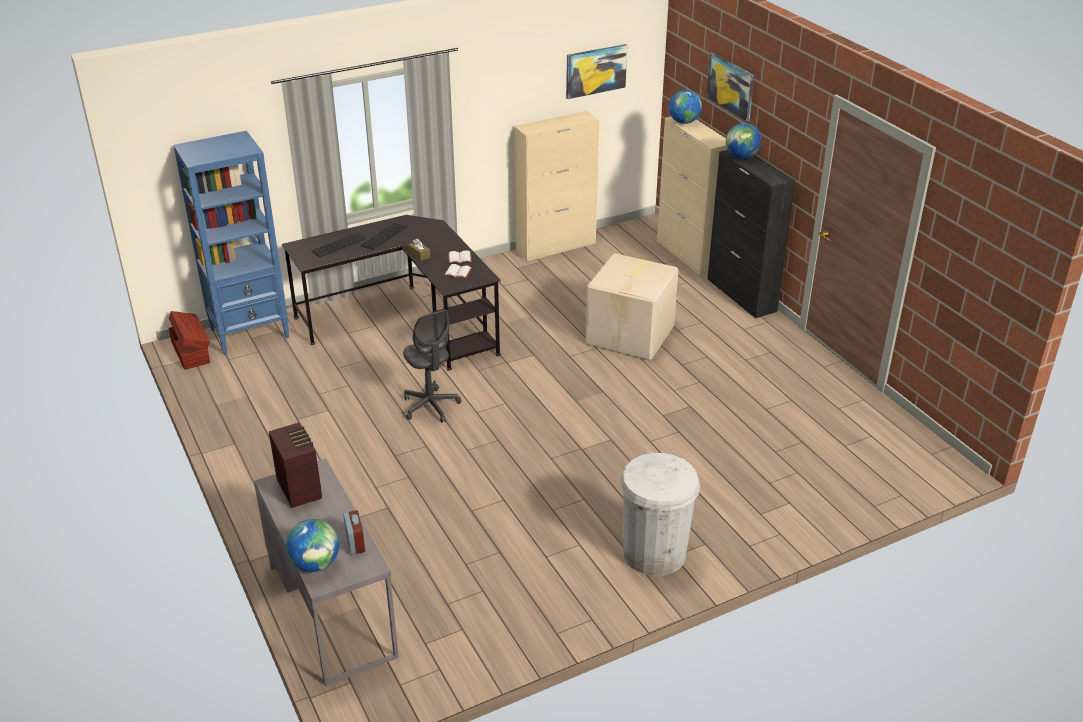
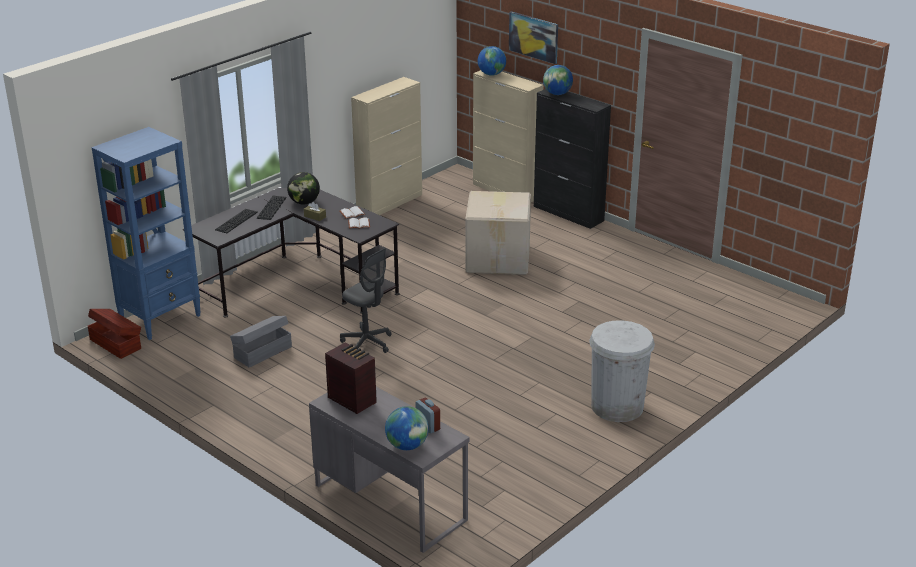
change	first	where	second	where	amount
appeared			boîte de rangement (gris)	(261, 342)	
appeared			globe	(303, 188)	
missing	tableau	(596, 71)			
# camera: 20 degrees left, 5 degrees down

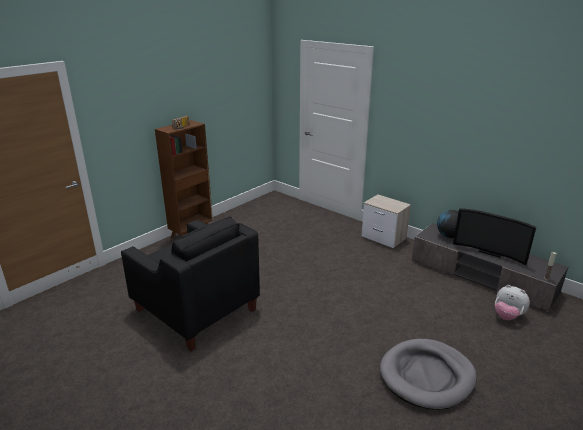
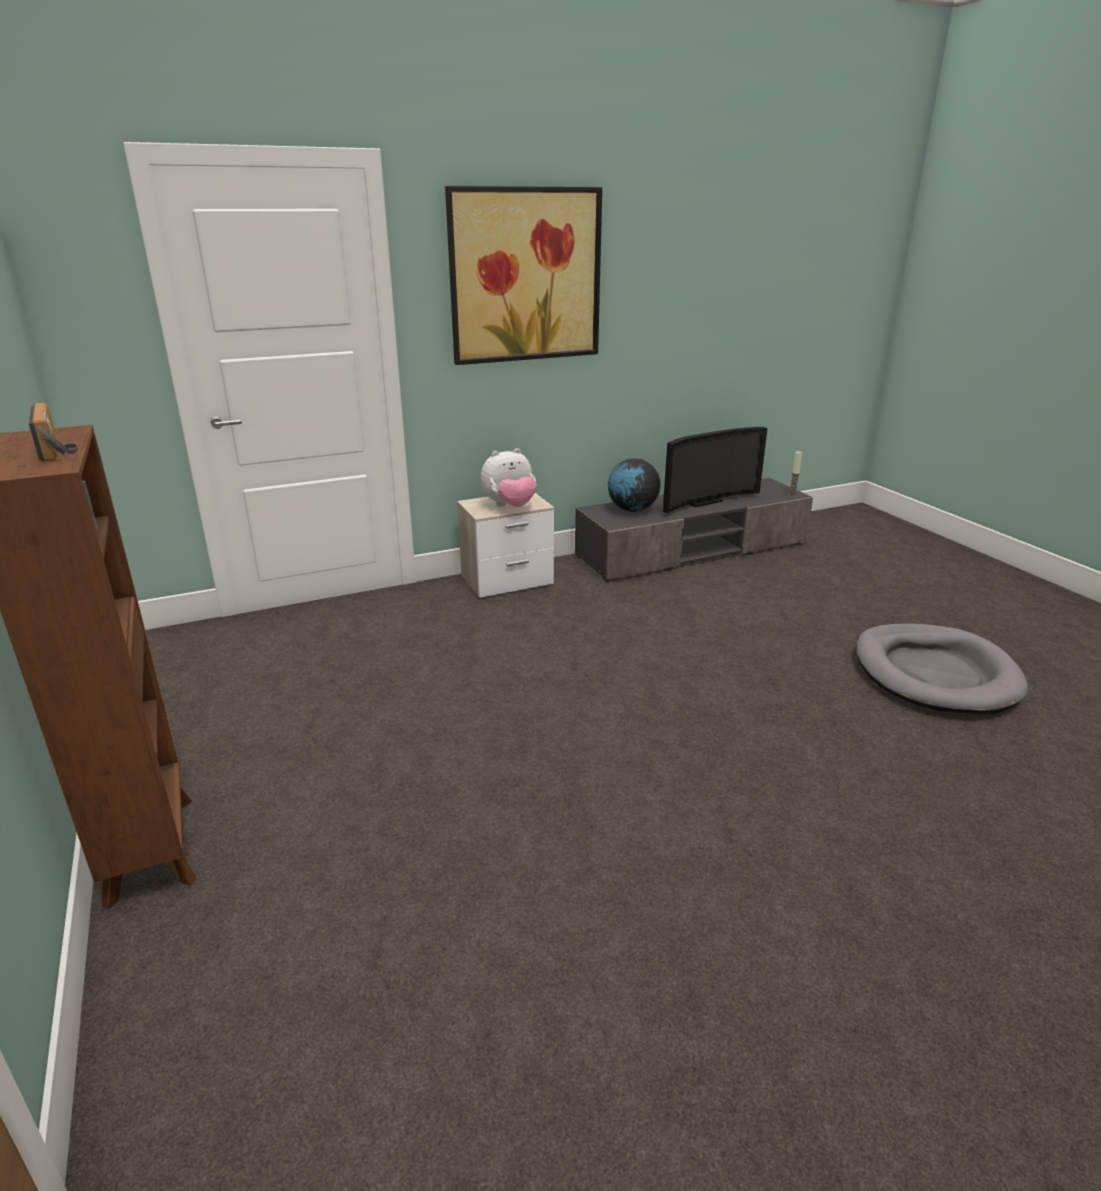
change	first	where	second	where	amount
appeared			tableau	(523, 275)	
relocated	peluche	(512, 302)		(509, 477)	
missing	fauteuil (noir)	(190, 284)			
# camera: 65 degrees left, 0 degrees up

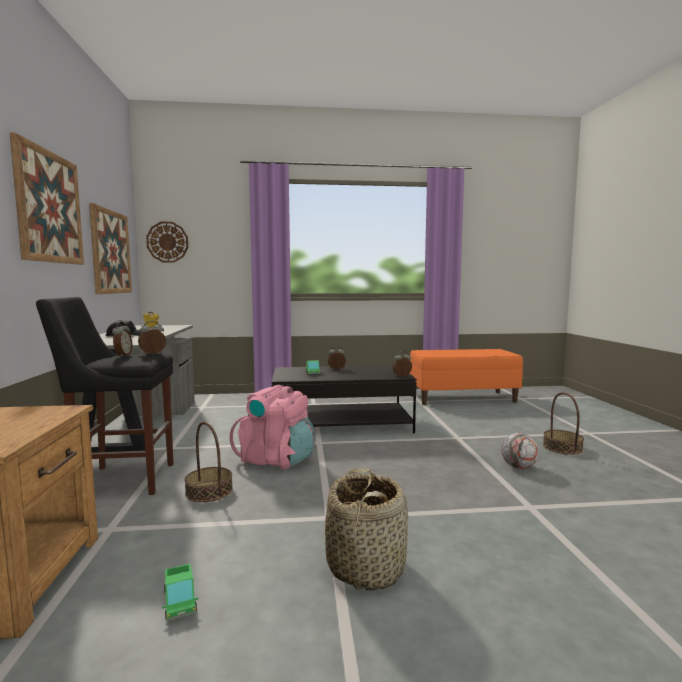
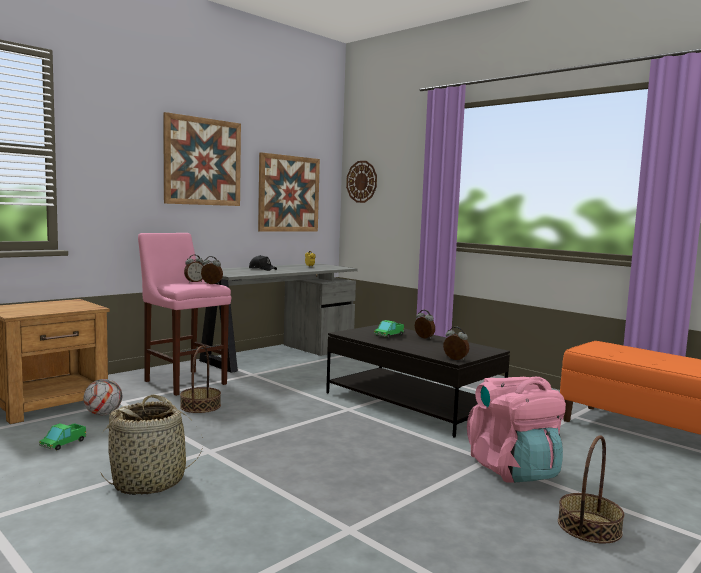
change	first	where	second	where	amount
relocated	ballon de foot	(520, 451)		(102, 397)	
colour	tabouret (noir)	(104, 396)	tabouret (rose)	(184, 314)	
relocated	sac à dos (rose)	(272, 427)		(516, 430)	
# camera: 50 degrees right, 0 degrees up

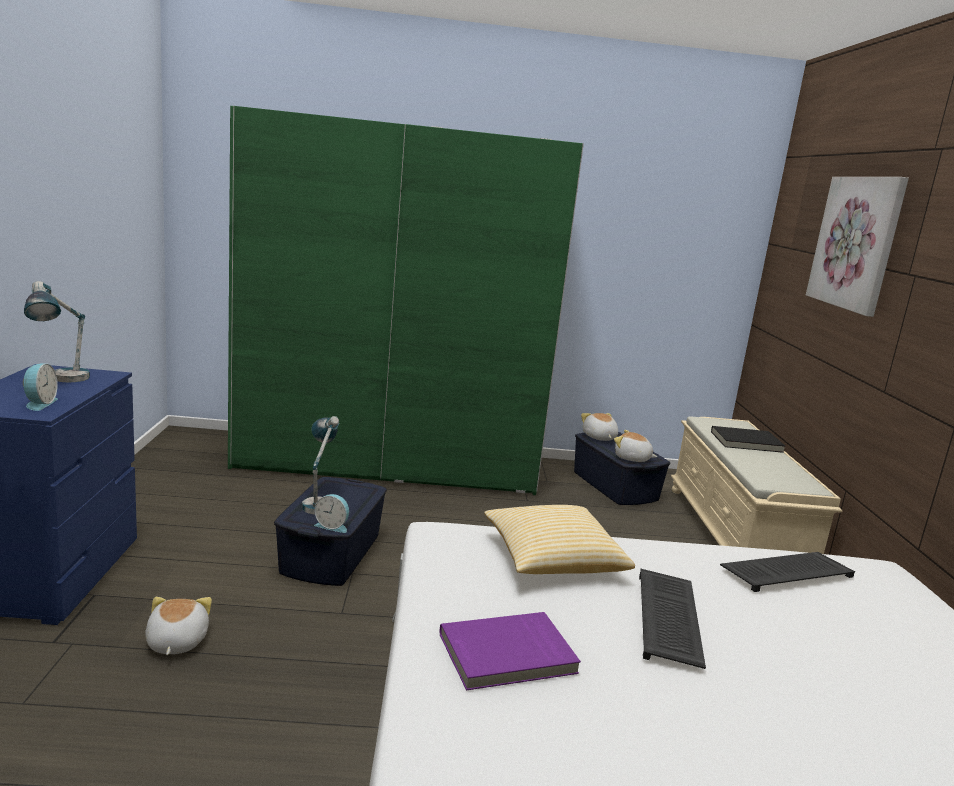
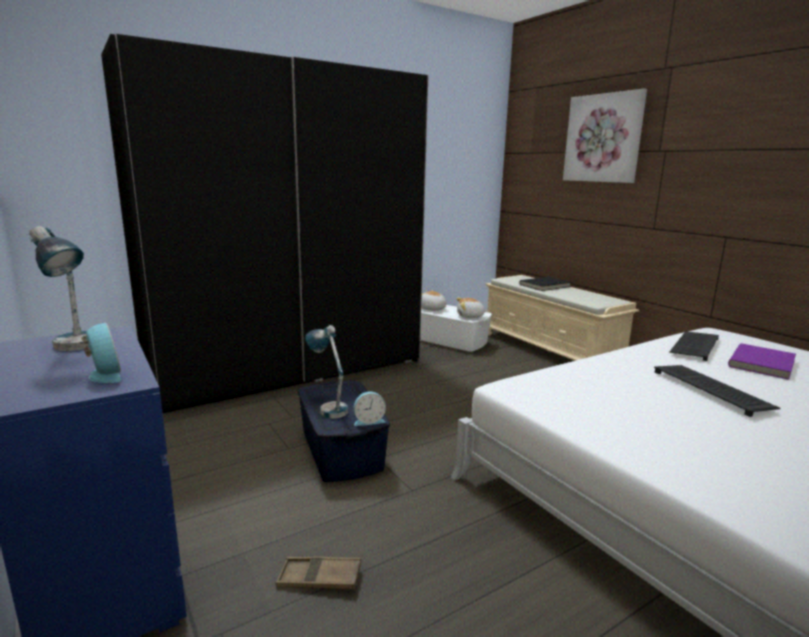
change	first	where	second	where	amount
colour	armoire (vert)	(406, 300)	armoire (noir)	(264, 223)	
exchanged	peluche	(178, 626)	plateau (marron)	(318, 573)	
colour	boîte de rangement (bleu)	(622, 468)	boîte de rangement (blanc)	(456, 328)	
relocated	livre (violet)	(510, 651)		(762, 361)	
missing	coussin	(559, 539)			
# camera: 30 degrees left, 0 degrees up

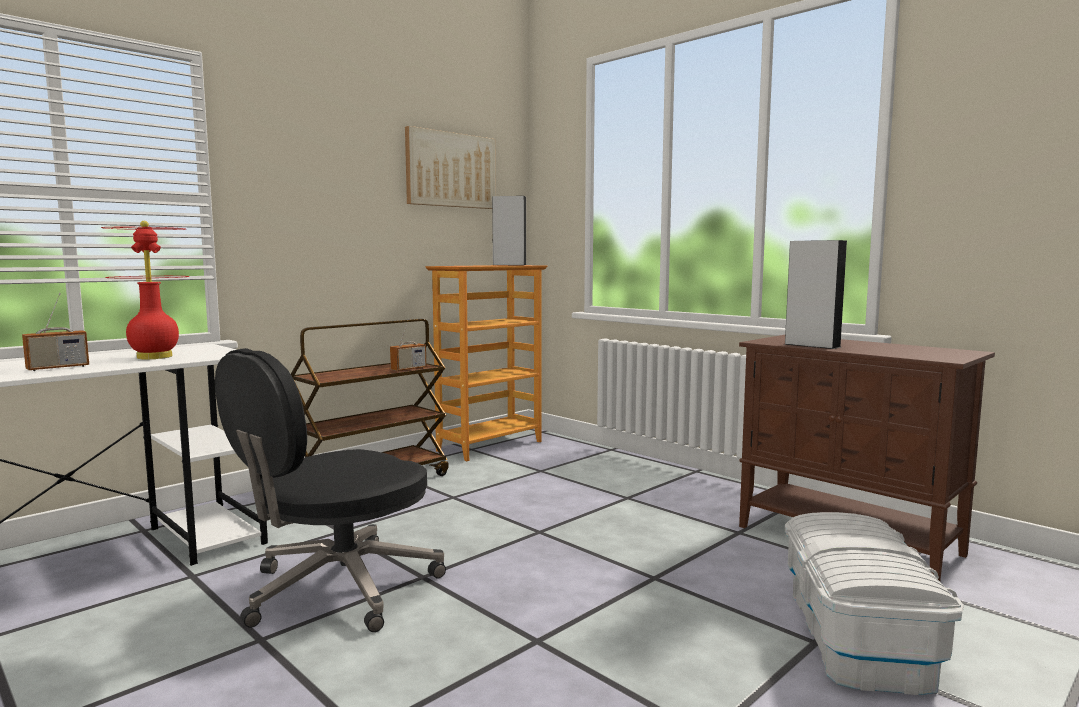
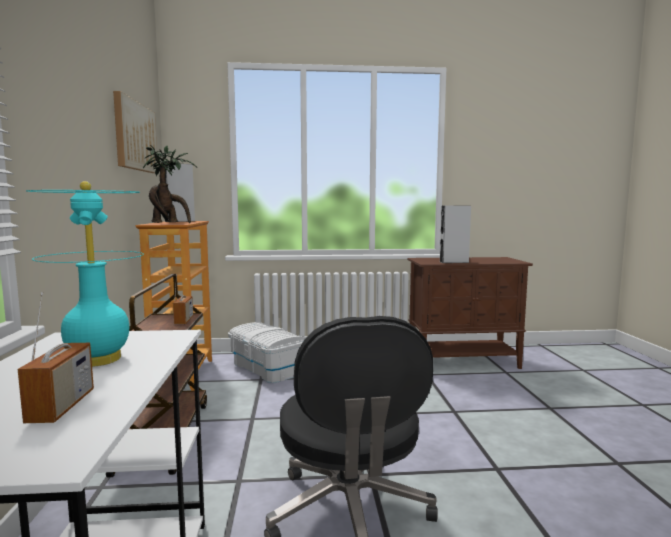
change	first	where	second	where	amount
colour	lampe de table (rouge)	(145, 290)	lampe de table (turquoise)	(85, 274)	
appeared			plante en pot	(170, 184)	
relocated	boîte de rangement (blanc)	(874, 603)		(266, 352)	
# camera: 50 degrees left, 0 degrees up

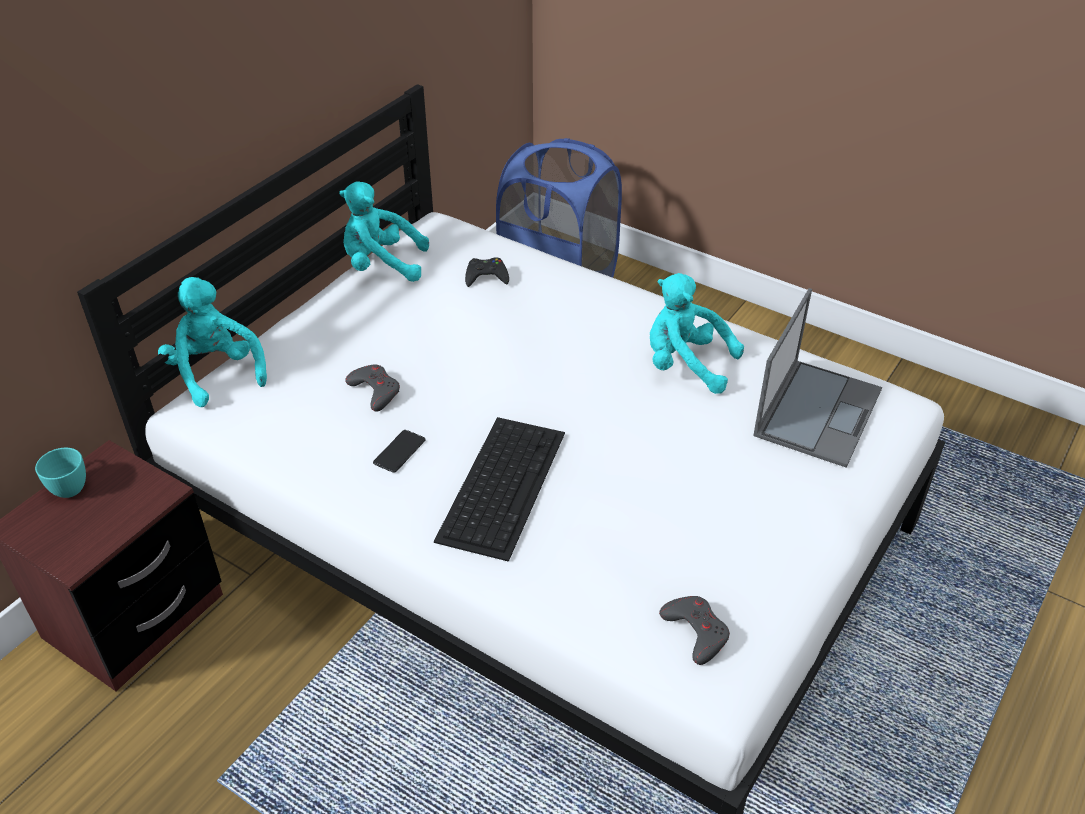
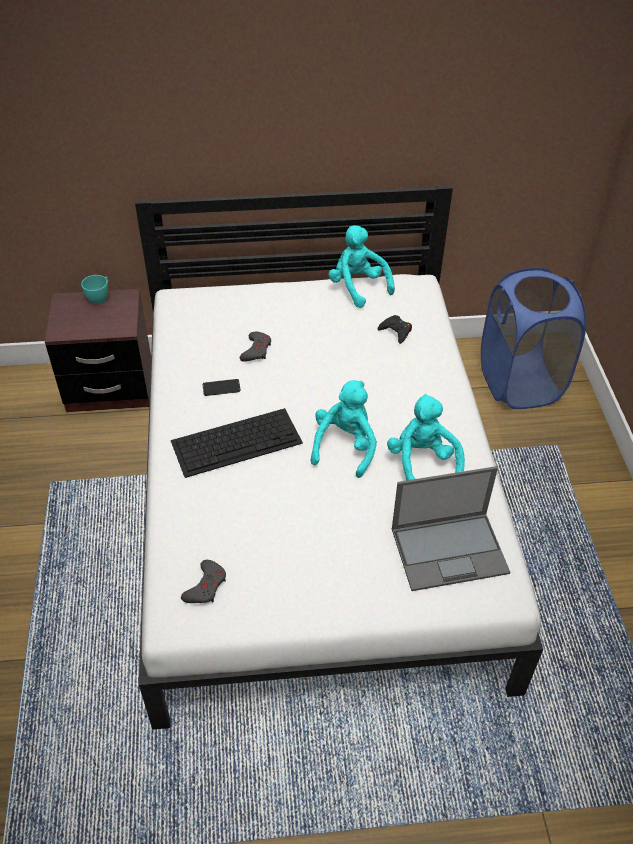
change	first	where	second	where	amount
relocated	peluche (turquoise)	(212, 342)		(343, 429)	
# camera: 50 degrees right, 5 degrees up

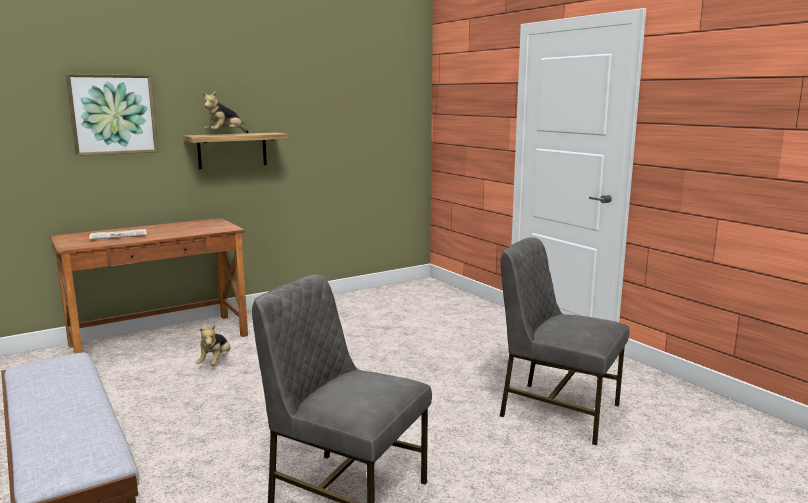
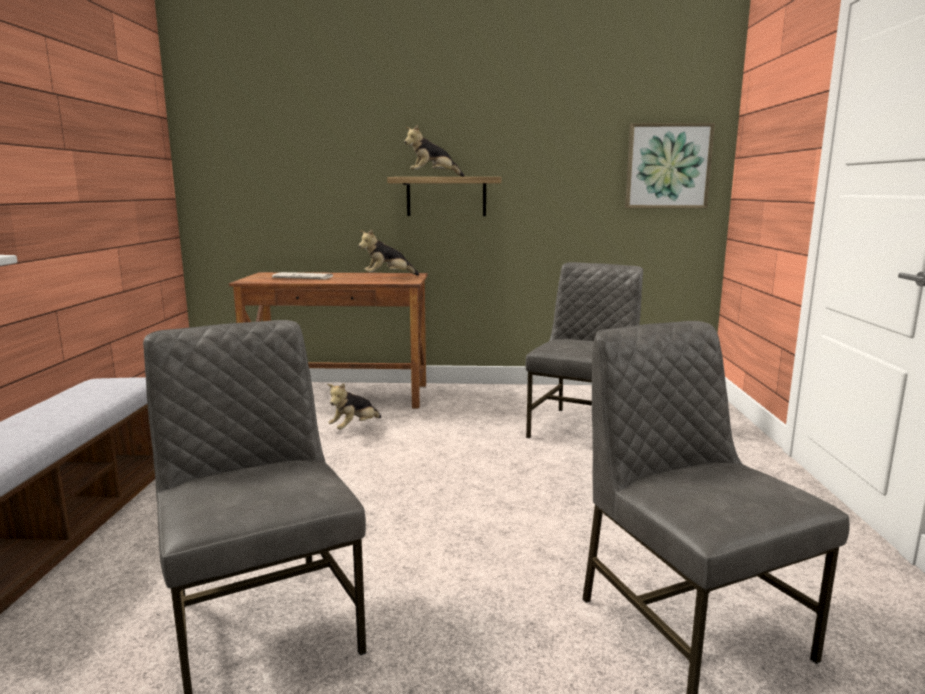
change	first	where	second	where	amount
appeared			peluche	(389, 252)	
appeared			chaise (gris)	(584, 350)	
relocated	tableau	(112, 115)		(670, 165)	
# camera: 35 degrees right, 0 degrees up

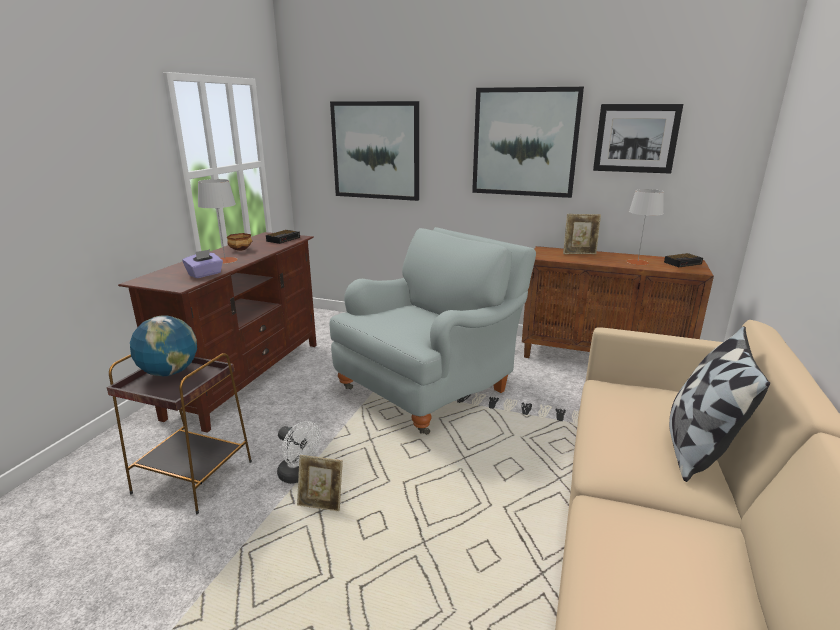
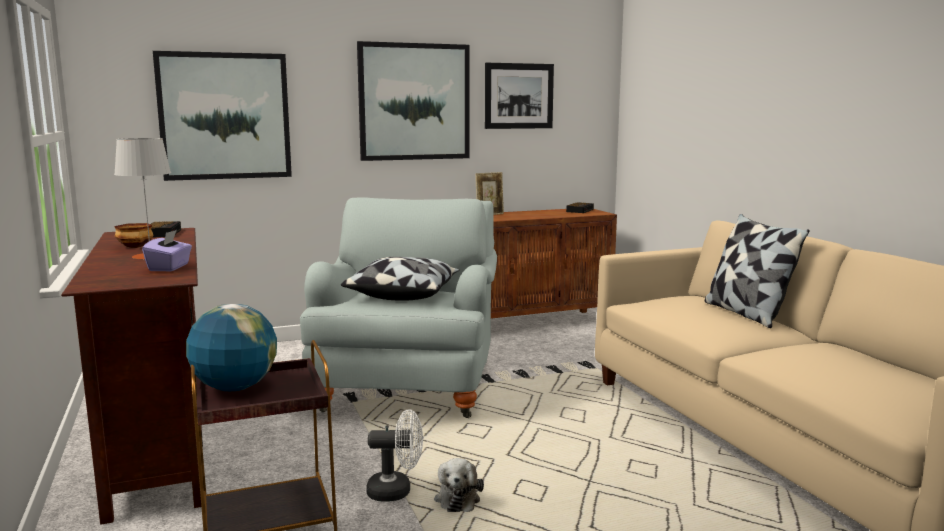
change	first	where	second	where	amount
appeared			coussin	(400, 279)	
exchanged	cadre photo	(320, 483)	peluche	(459, 485)	
missing	lampe de table (gris)	(645, 227)			
# camera: 40 degrees left, 10 degrees down

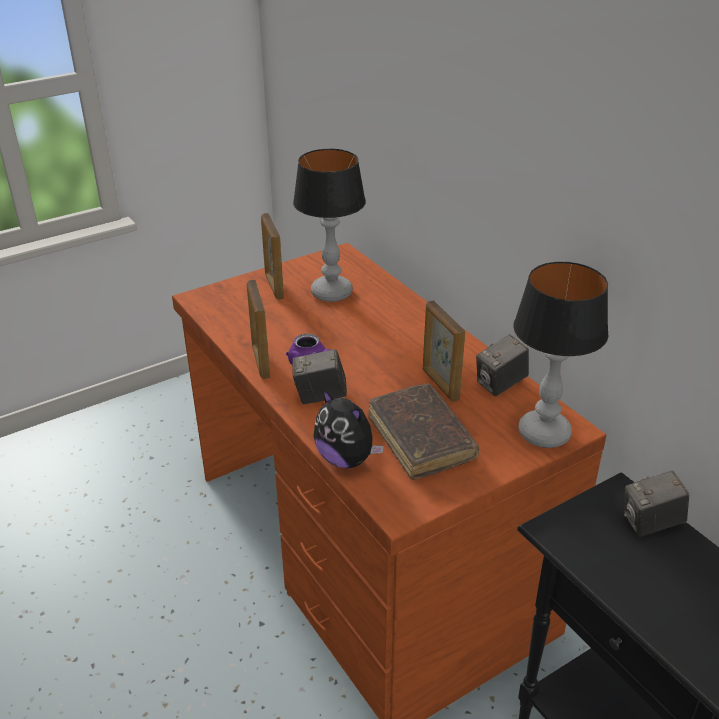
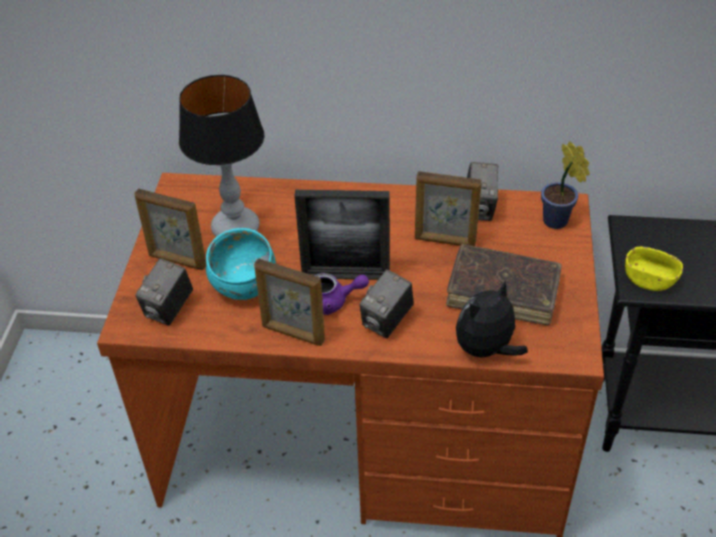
change	first	where	second	where	amount
relocated	appareil photo	(656, 503)		(164, 292)	
appeared			bol (turquoise)	(241, 264)	
appeared			cadre photo	(342, 235)	
spun	peluche	(348, 428)		(492, 323)	150 degrees clockwise
exchanged	lampe de table	(560, 355)	plante en pot	(565, 185)	
appeared			bol (jaune)	(654, 269)	
# camera: 50 degrees left, 10 degrees up

